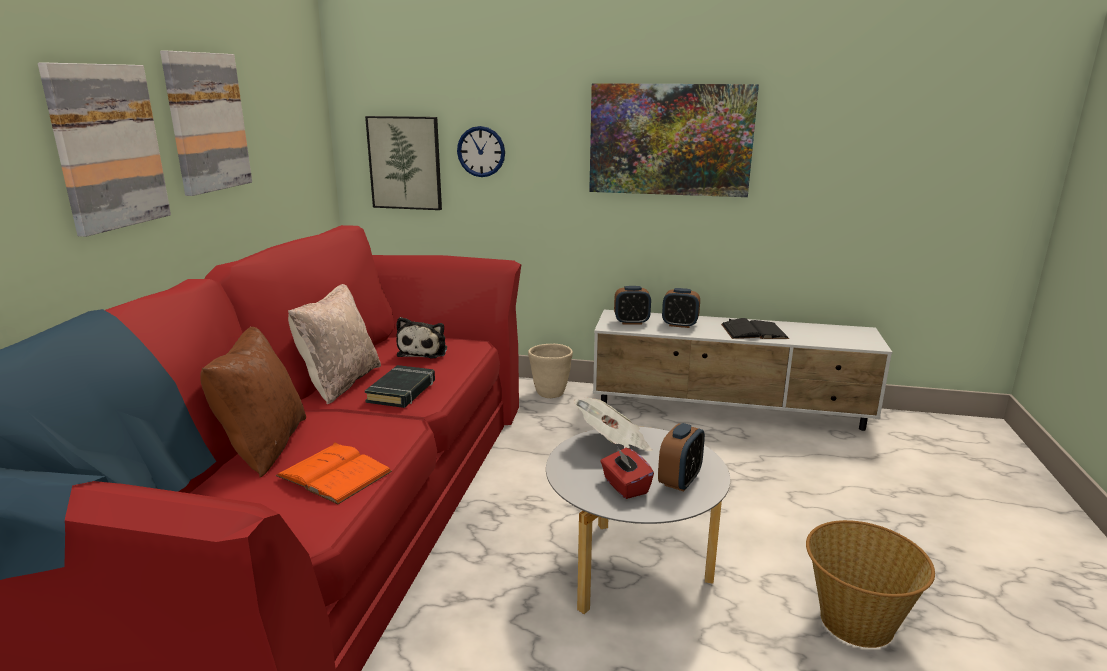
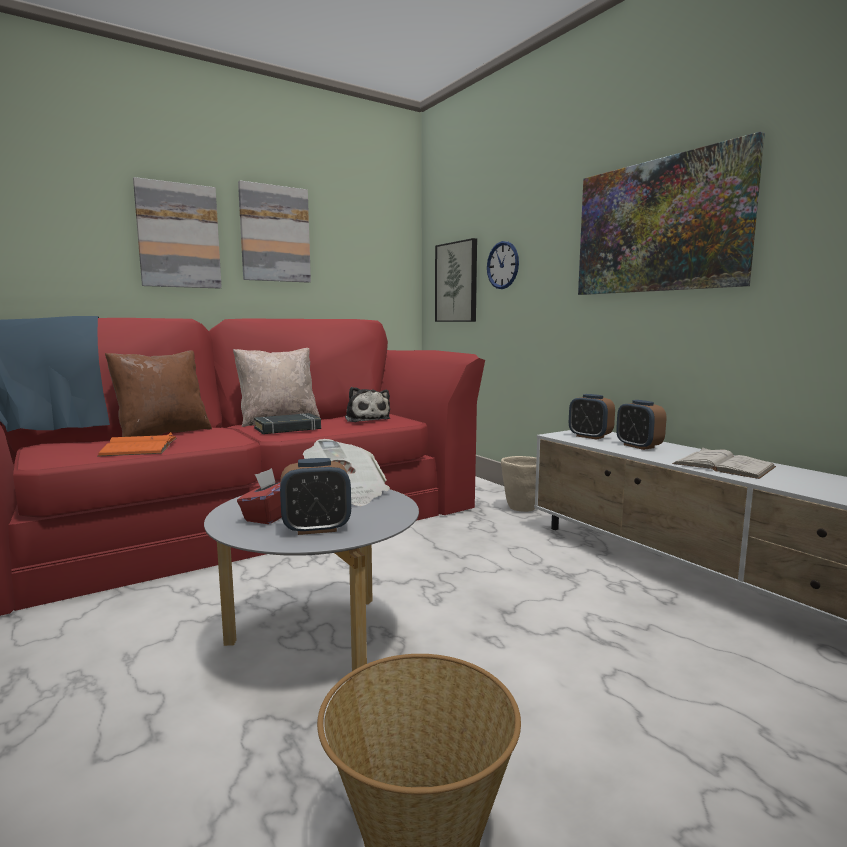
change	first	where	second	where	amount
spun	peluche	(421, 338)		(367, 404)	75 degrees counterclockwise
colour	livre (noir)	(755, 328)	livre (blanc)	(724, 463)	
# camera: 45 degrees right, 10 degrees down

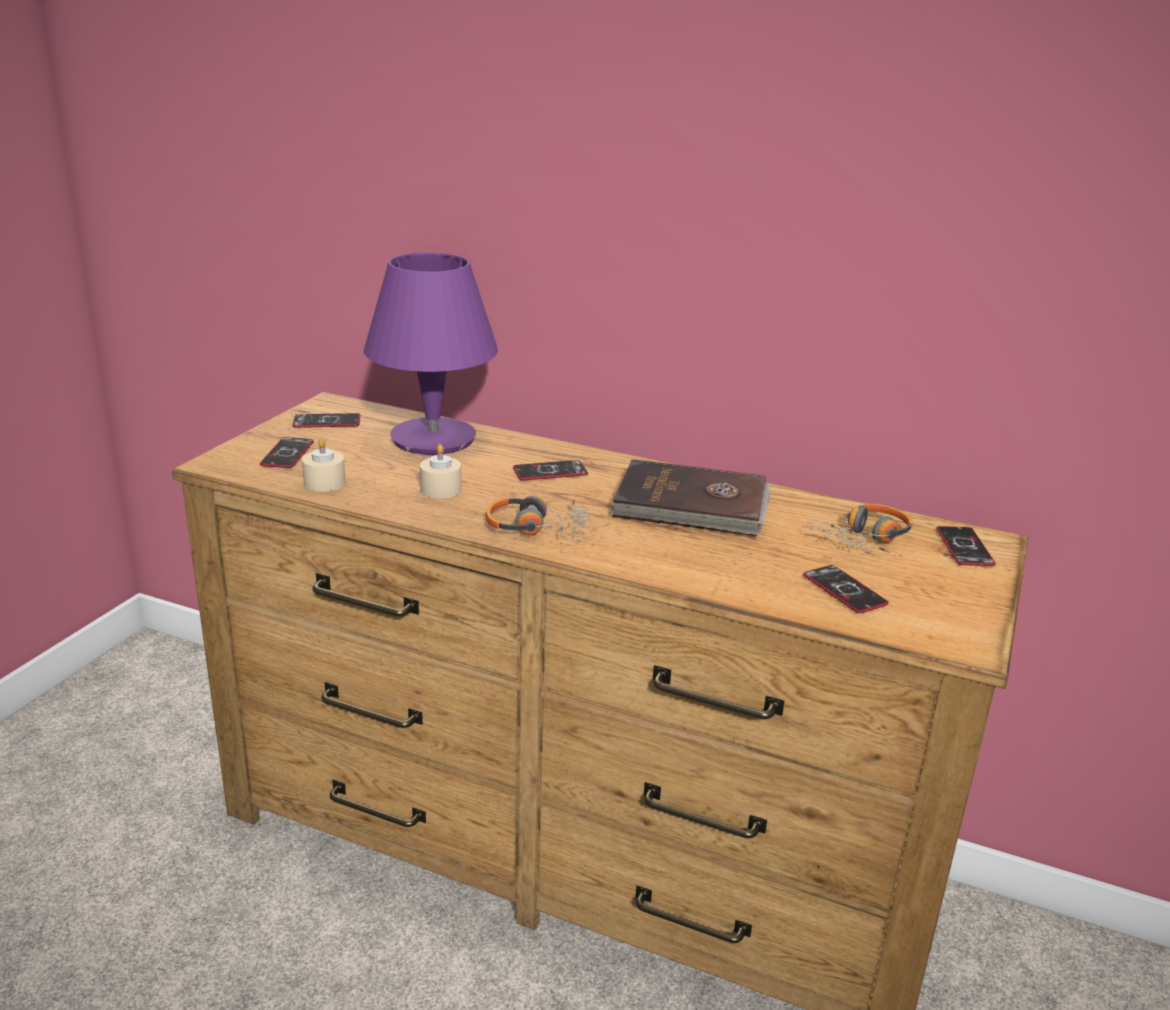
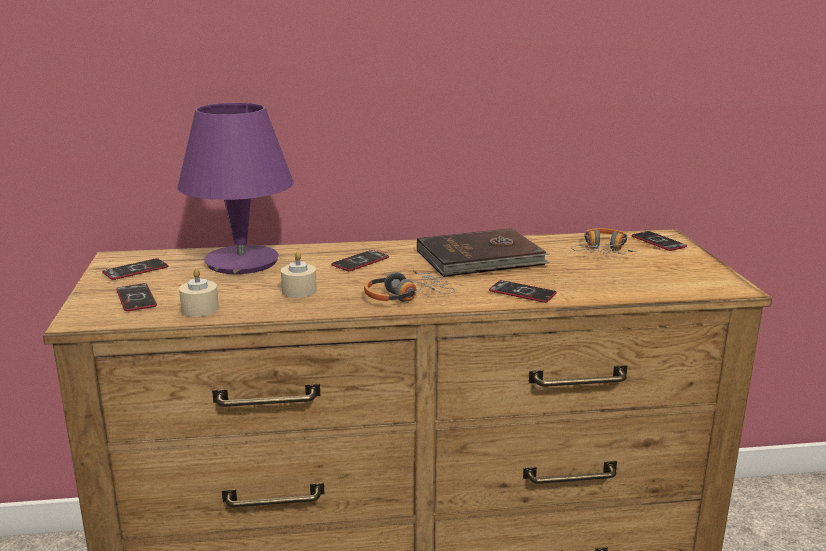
change	first	where	second	where	amount
relocated	téléphone	(845, 589)		(523, 291)	
# camera: 30 degrees left, 5 degrees down

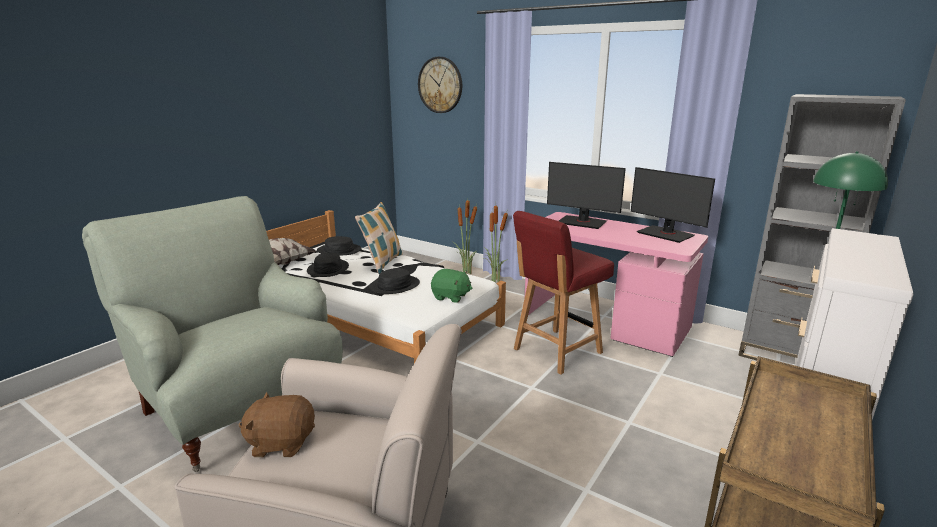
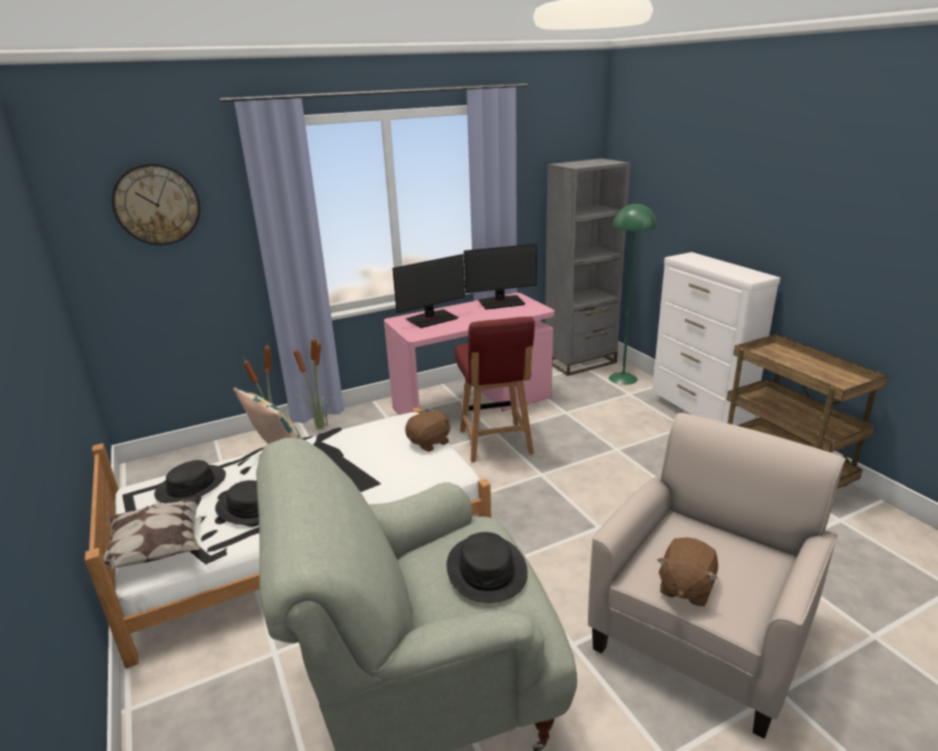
change	first	where	second	where	amount
colour	peluche (vert)	(451, 286)	peluche (marron)	(427, 430)	
relocated	chapeau (noir)	(394, 281)		(487, 567)	
# camera: 60 degrees left, 5 degrees up

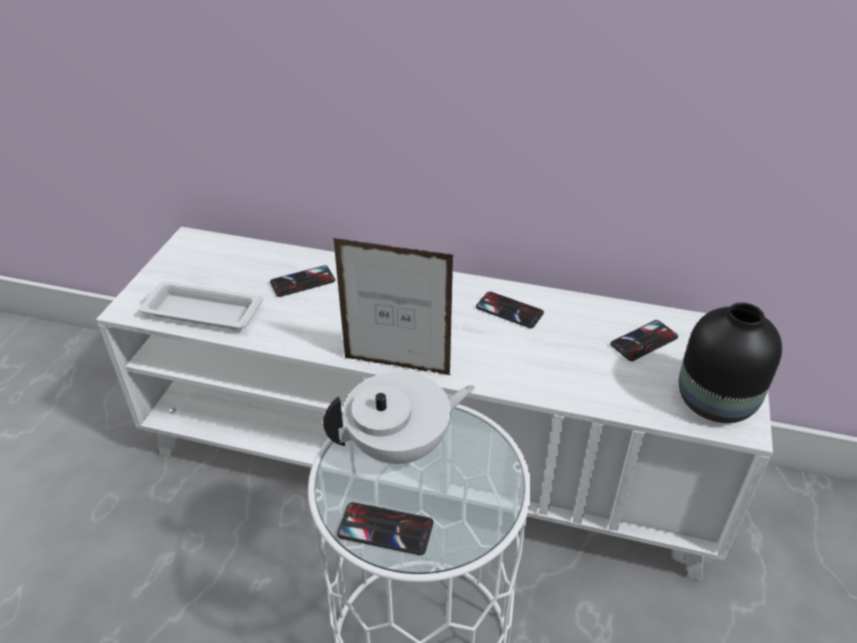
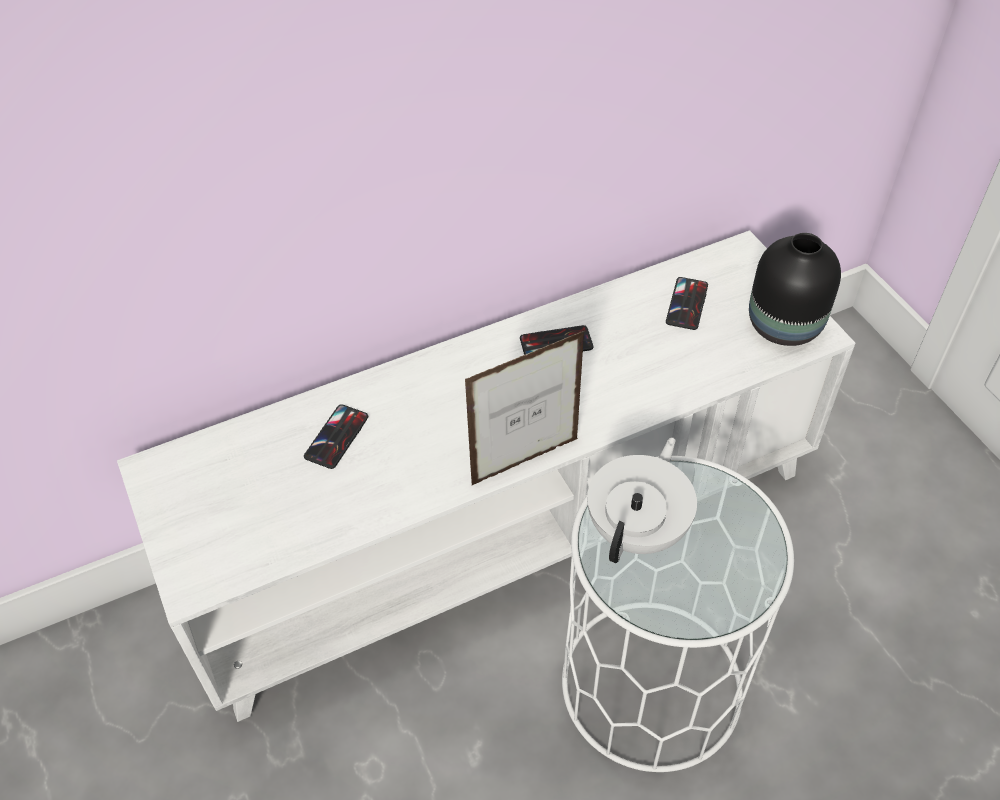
change	first	where	second	where	amount
missing	plateau (blanc)	(201, 305)			
missing	téléphone	(385, 528)			
# camera: 40 degrees left, 10 degrees up

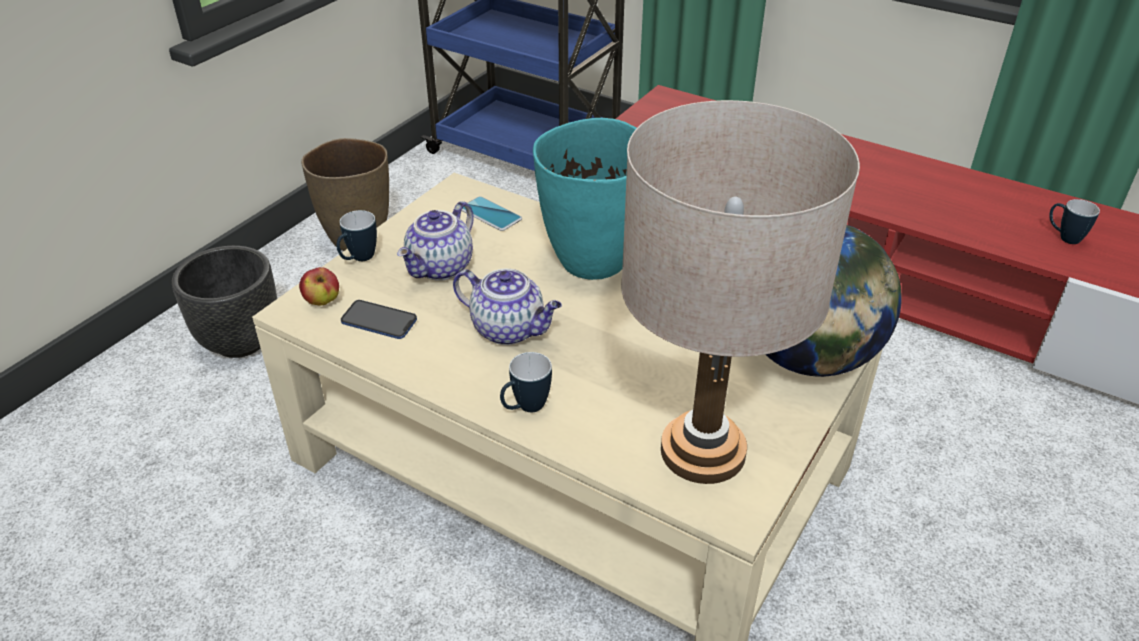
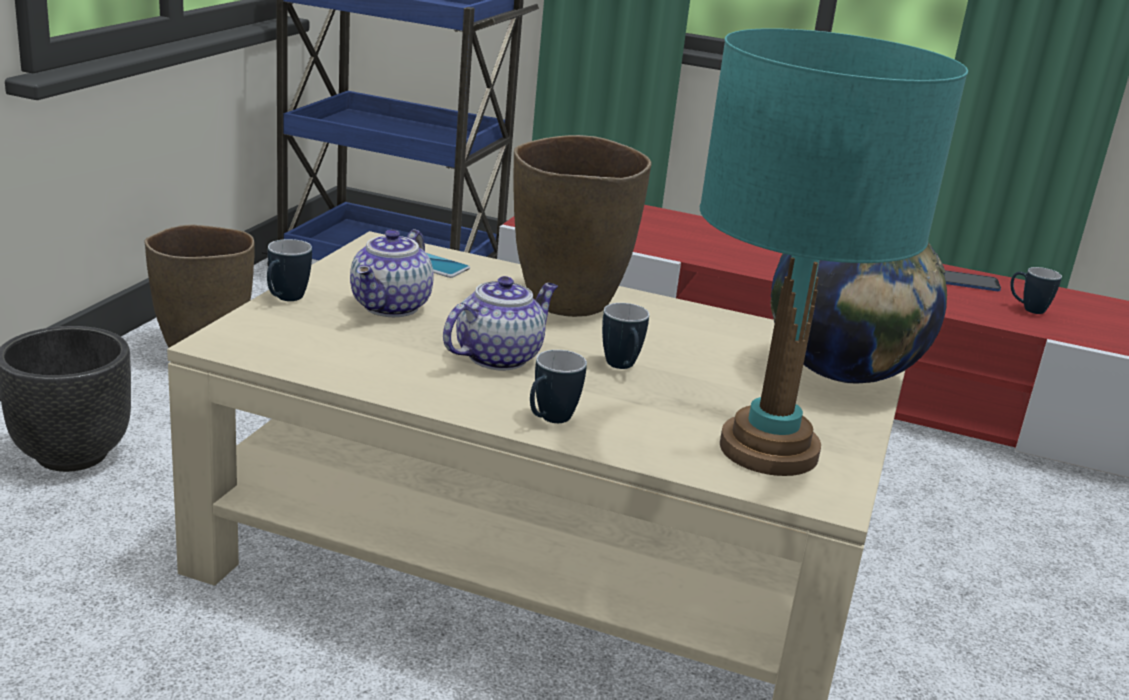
change	first	where	second	where	amount
spun	théière	(507, 307)		(500, 323)	60 degrees counterclockwise
colour	vase (turquoise)	(584, 199)	vase (marron)	(582, 226)	
appeared			mug	(625, 336)	
colour	lampe de table (beige)	(740, 292)	lampe de table (turquoise)	(834, 252)	
relocated	téléphone	(379, 319)		(972, 280)	
missing	pomme	(319, 286)			
# camera: 15 degrees left, 15 degrees down

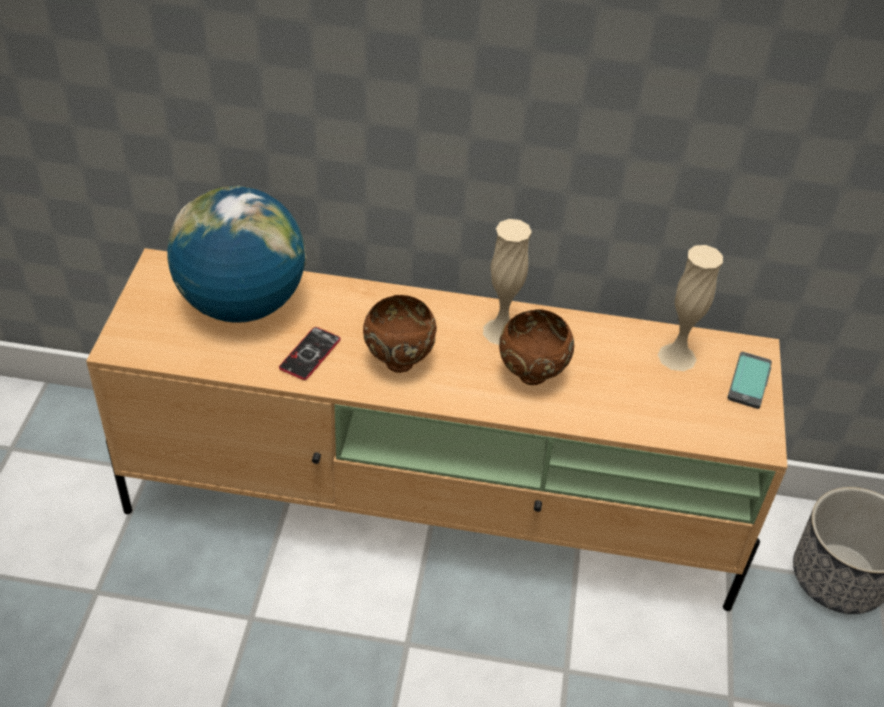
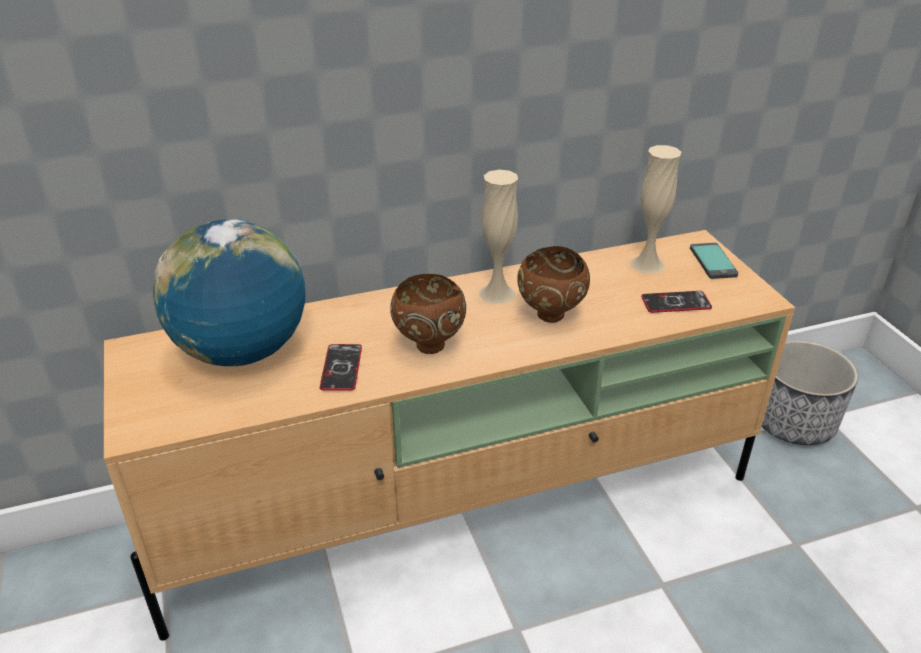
change	first	where	second	where	amount
appeared			téléphone	(676, 302)	
# camera: 25 degrees left, 10 degrees down

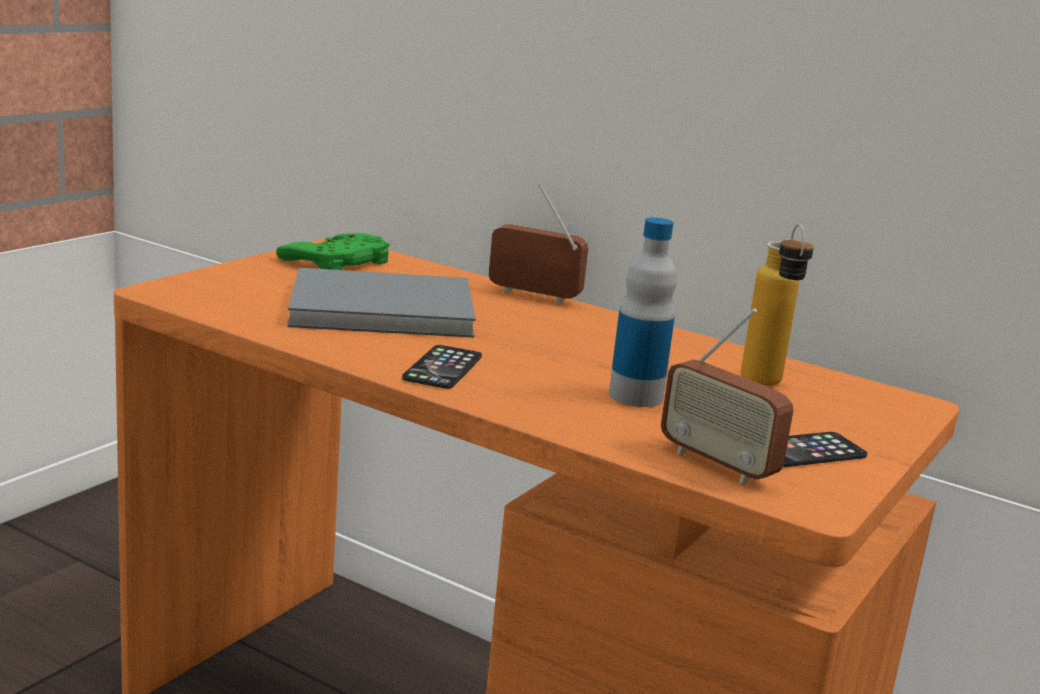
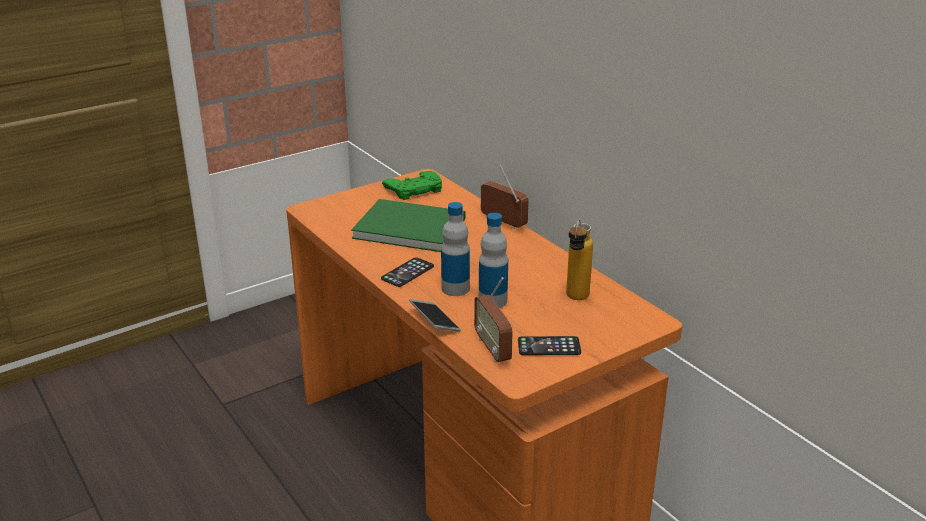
change	first	where	second	where	amount
colour	livre (gris)	(381, 302)	livre (vert)	(408, 225)	
appeared			téléphone	(435, 315)	
appeared			bouteille	(455, 249)	
# camera: 25 degrees right, 10 degrees up

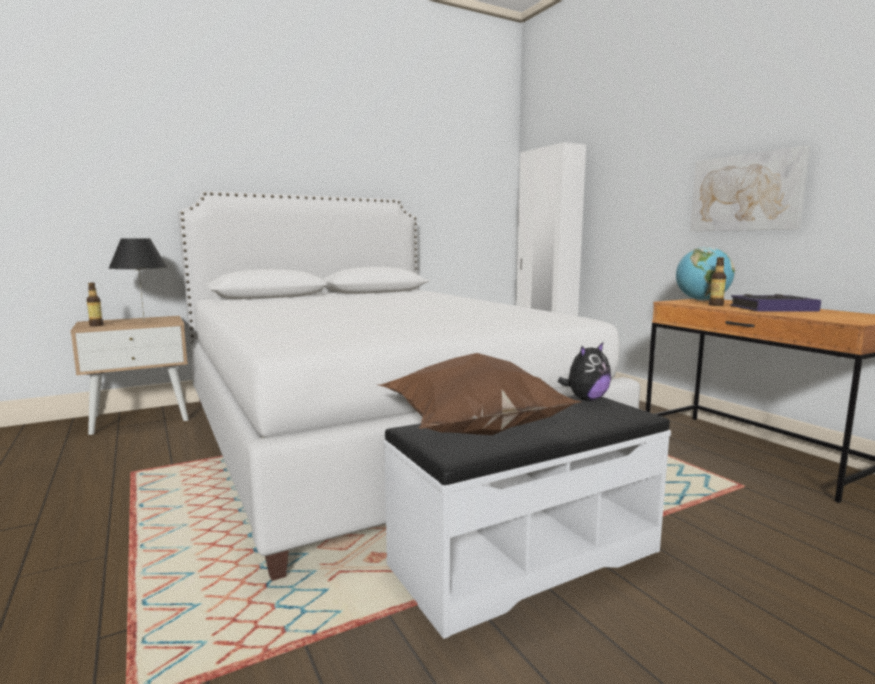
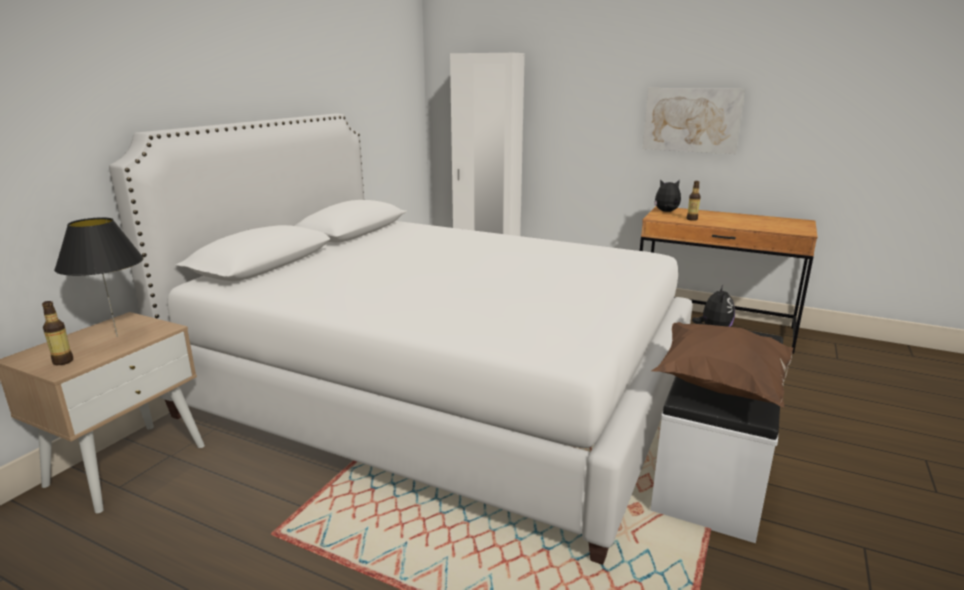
change	first	where	second	where	amount
exchanged	globe	(705, 274)	peluche	(667, 196)	
missing	livre	(775, 303)			
# camera: 35 degrees left, 10 degrees up

